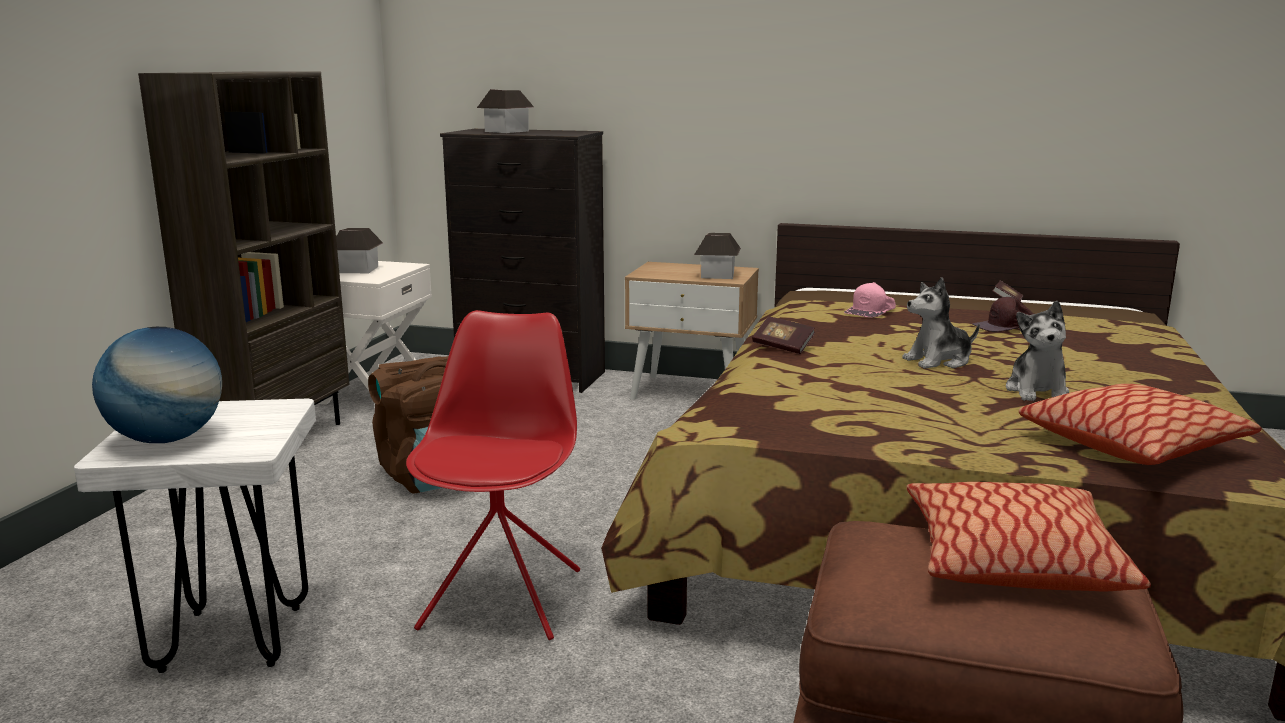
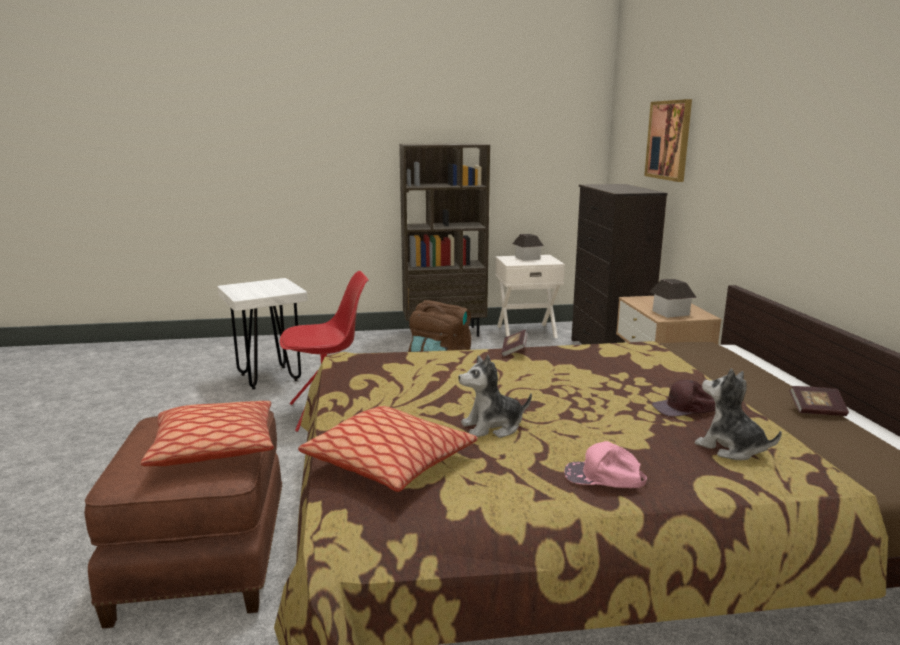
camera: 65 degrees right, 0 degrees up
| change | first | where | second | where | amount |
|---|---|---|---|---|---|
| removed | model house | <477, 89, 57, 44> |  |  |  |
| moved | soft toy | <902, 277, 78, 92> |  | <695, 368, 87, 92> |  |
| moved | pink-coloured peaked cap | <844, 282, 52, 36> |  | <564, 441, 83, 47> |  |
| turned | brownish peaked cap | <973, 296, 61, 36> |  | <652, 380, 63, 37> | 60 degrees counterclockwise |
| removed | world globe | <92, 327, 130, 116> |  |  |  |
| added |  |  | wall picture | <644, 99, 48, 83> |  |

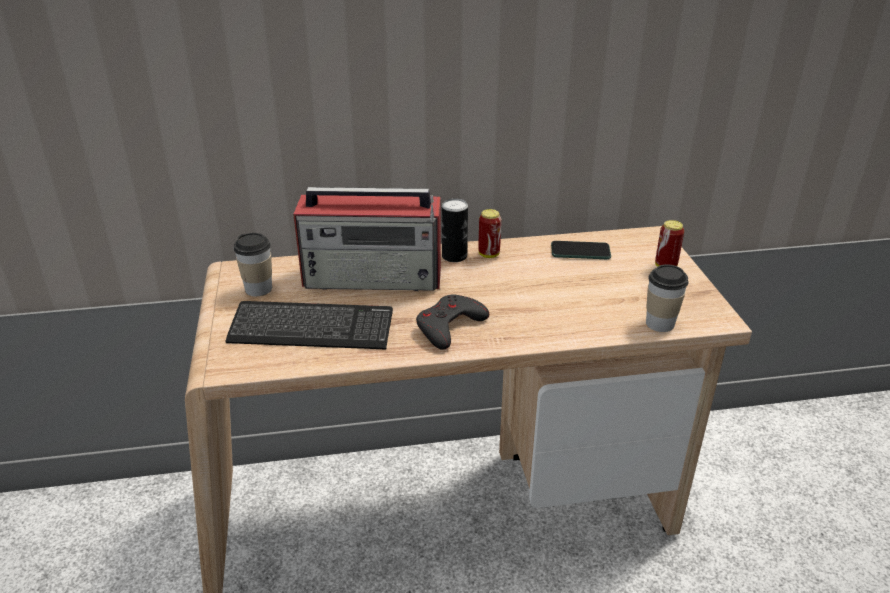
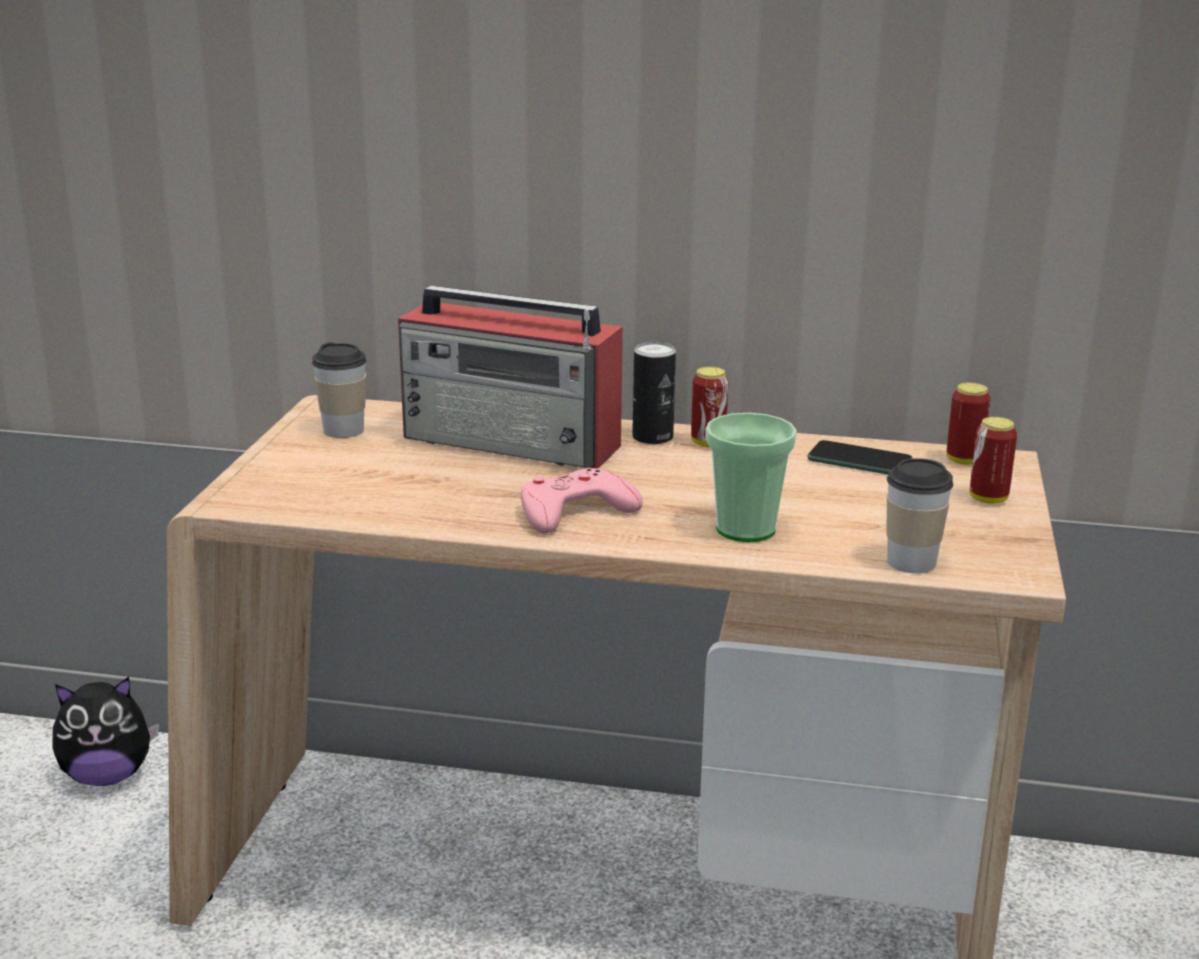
camera: 20 degrees right, 10 degrees down
| change | first | where | second | where | amount |
|---|---|---|---|---|---|
| recoloured | gray gamepad | <416, 294, 73, 56> | pink-coloured gamepad | <521, 468, 122, 65> |  |
| removed | keyboard | <225, 301, 168, 48> |  |  |  |
| added |  |  | can | <947, 383, 44, 82> |  |
| added |  |  | drinking cup | <705, 413, 92, 129> |  |
| added |  |  | soft toy | <52, 677, 107, 109> |  |

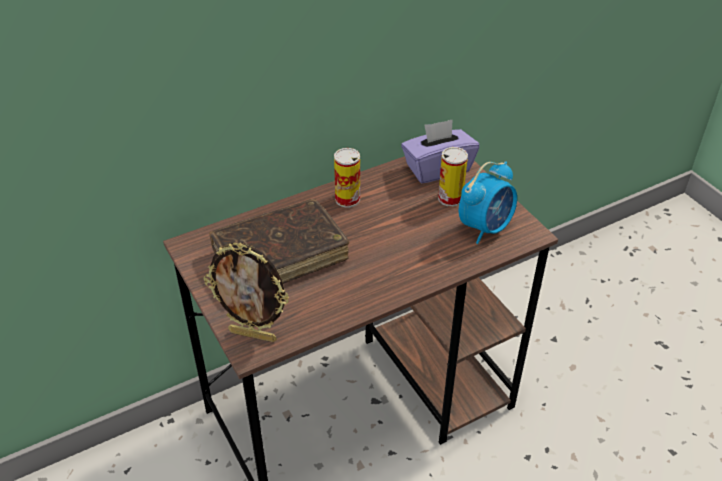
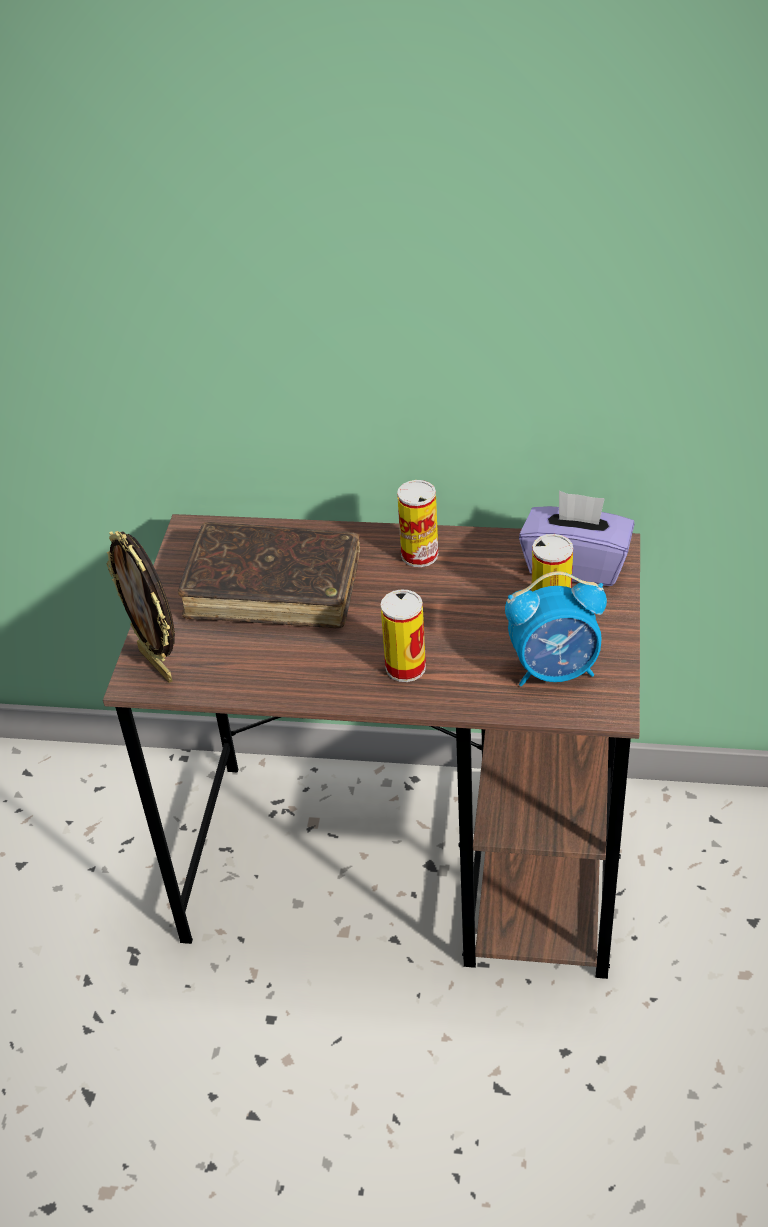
camera: 40 degrees right, 0 degrees up
| change | first | where | second | where | amount |
|---|---|---|---|---|---|
| added |  |  | can | <380, 589, 46, 93> |  |

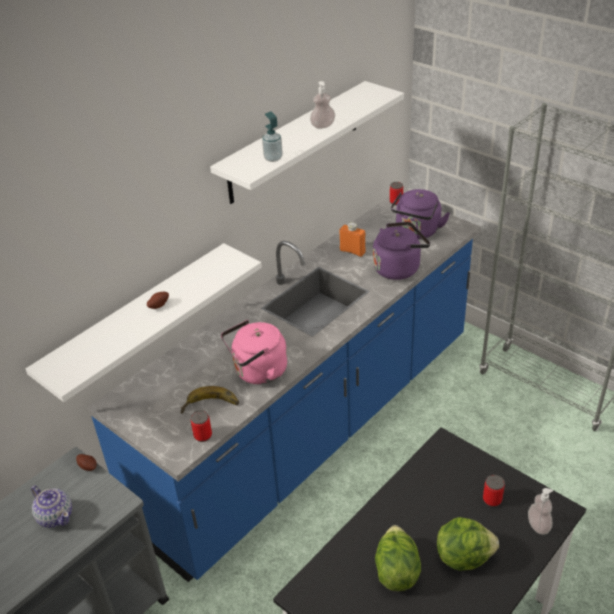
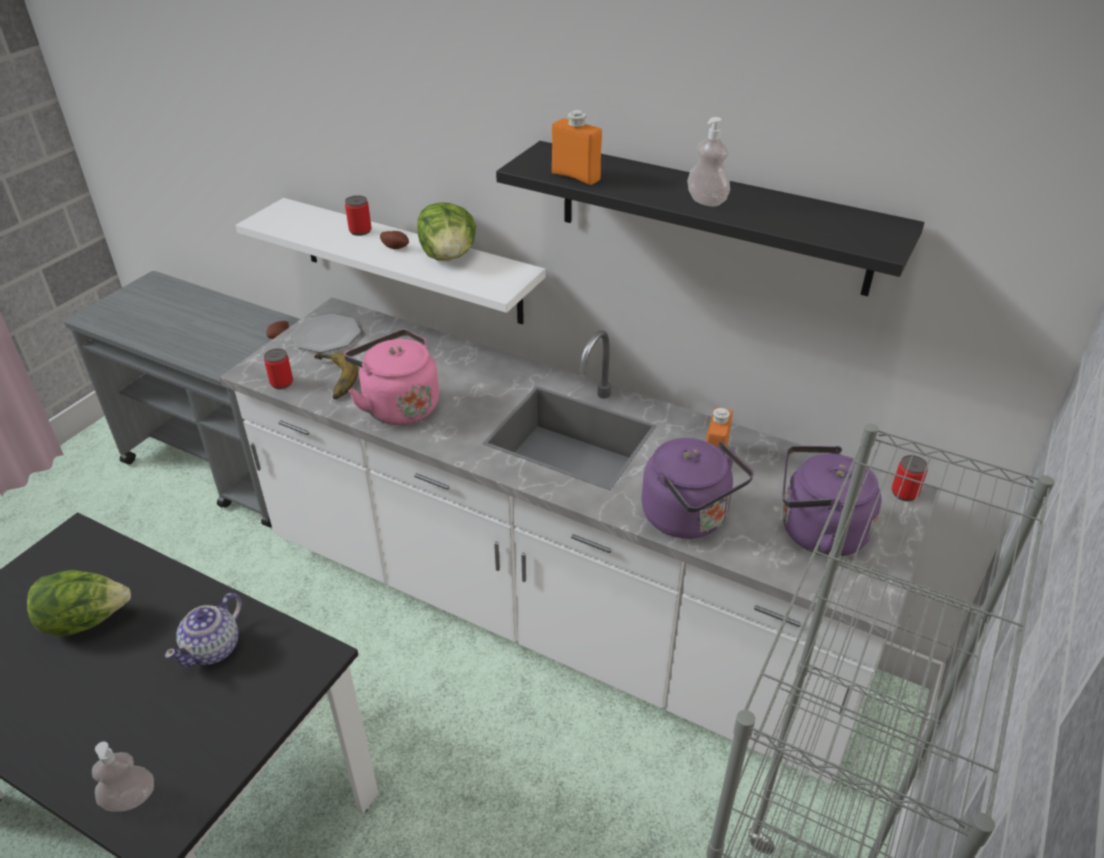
camera: 75 degrees right, 0 degrees up
| change | first | where | second | where | amount |
|---|---|---|---|---|---|
| recoloured | white-coloured wall shelf | <210, 81, 194, 123> | black-coloured wall shelf | <496, 141, 428, 155> |  |
| replaced | soap bottle | <262, 111, 21, 51> | orange-coloured beverage bottle | <552, 110, 50, 75> |  |
| recoloured | blue kitchen base unit | <87, 196, 394, 386> | white-coloured kitchen base unit | <219, 297, 719, 488> |  |
| moved | can | <483, 474, 22, 33> |  | <345, 195, 26, 41> |  |
| moved | tea pot | <31, 485, 41, 43> |  | <165, 593, 77, 74> |  |
| moved | lettuce head | <437, 517, 62, 54> |  | <417, 202, 59, 59> |  |
| added |  |  | dinner plate | <291, 314, 70, 39> |  |

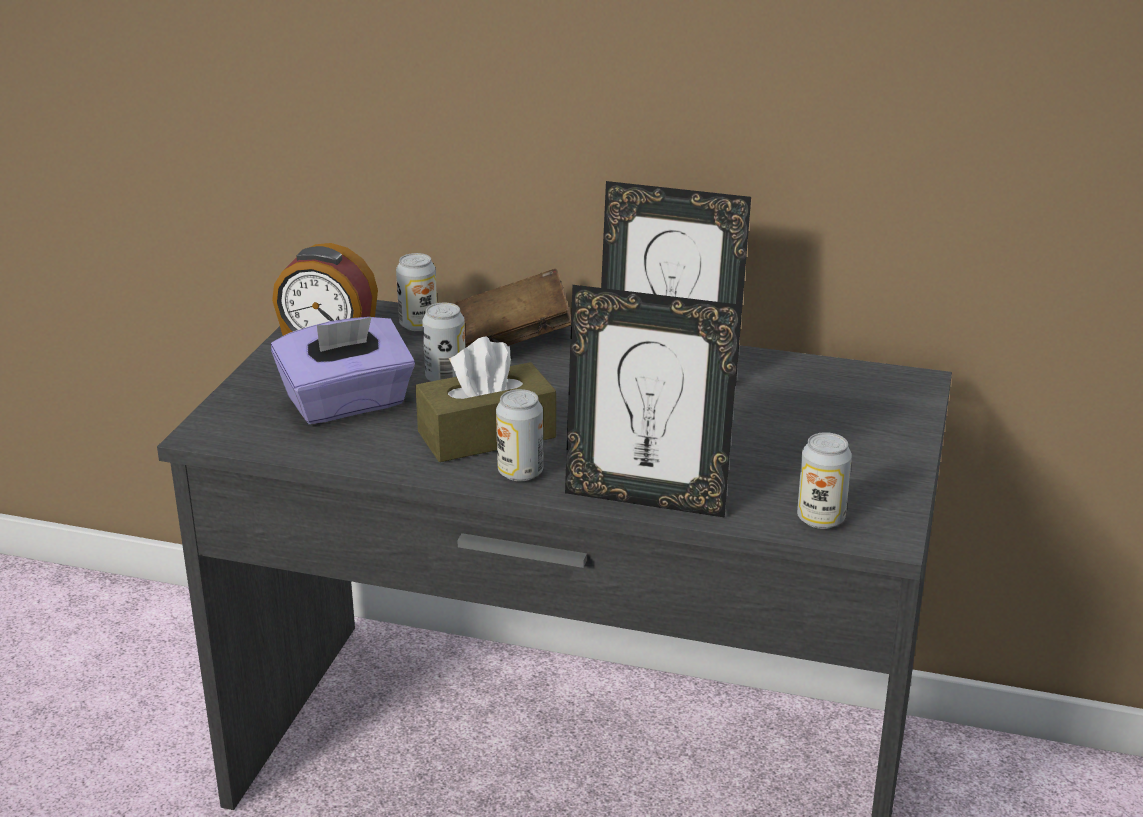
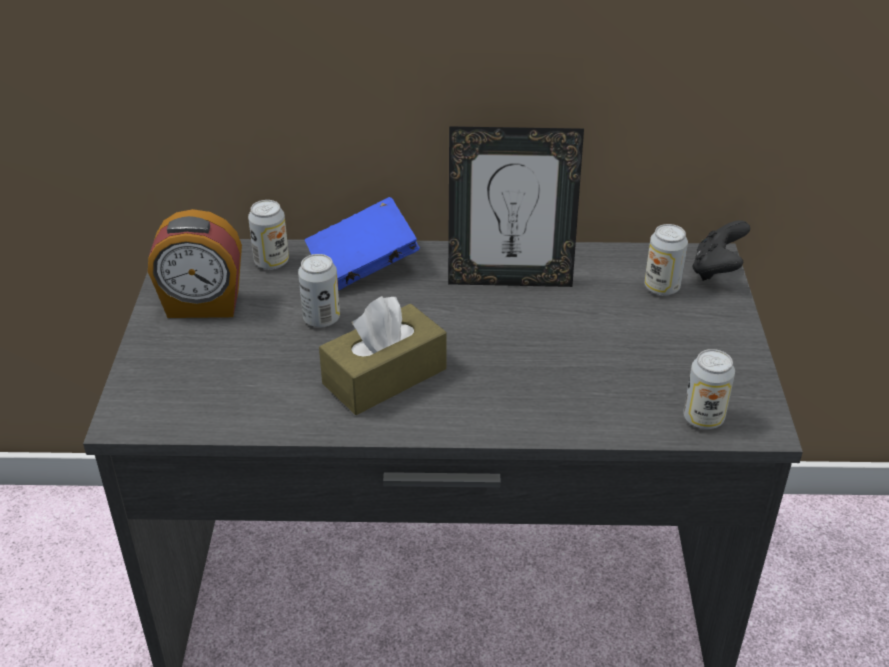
camera: 15 degrees left, 10 degrees up
| change | first | where | second | where | amount |
|---|---|---|---|---|---|
| recoloured | brownish volume | <455, 269, 116, 78> | blue volume | <305, 197, 115, 93> |  |
| removed | picture frame | <565, 285, 176, 233> |  |  |  |
| removed | purple tissue box | <271, 317, 144, 107> |  |  |  |
| moved | can | <496, 389, 47, 92> |  | <645, 224, 43, 72> |  |
| added |  |  | black-coloured gamepad | <693, 220, 57, 61> |  |

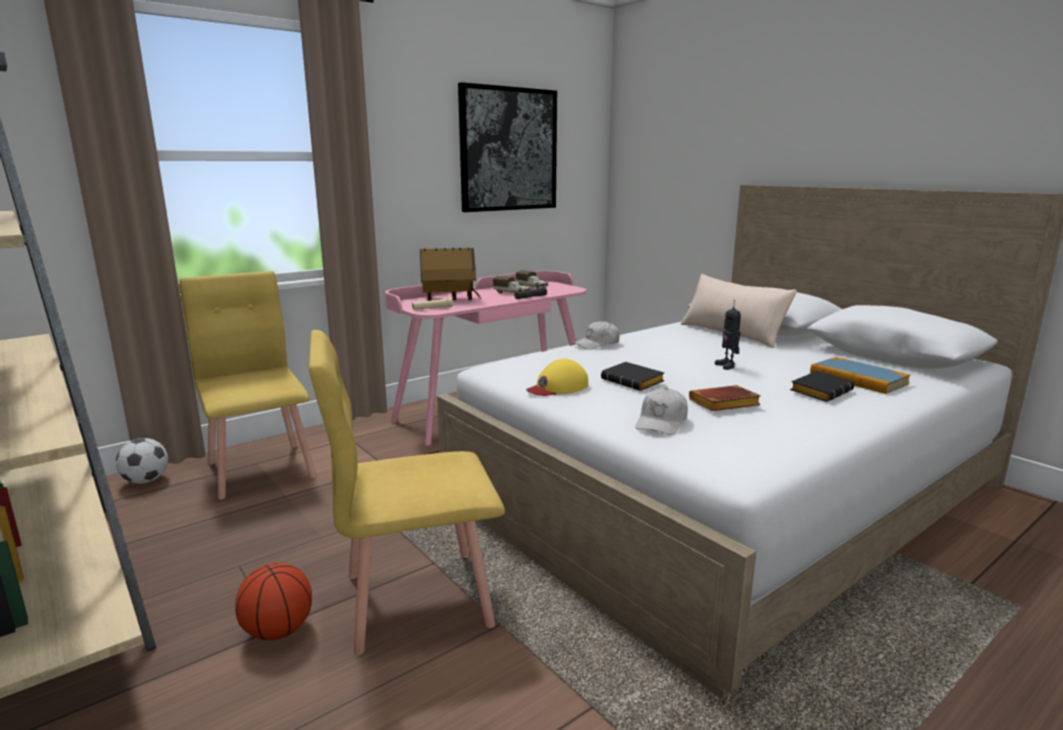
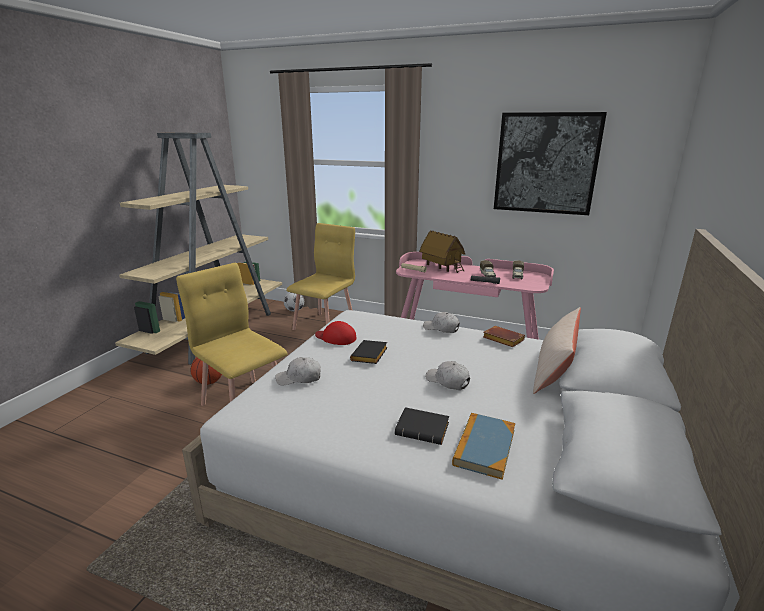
camera: 60 degrees right, 5 degrees up
| change | first | where | second | where | amount |
|---|---|---|---|---|---|
| replaced | model robot | <715, 300, 26, 70> | white-coloured peaked cap | <425, 361, 45, 29> |  |
| recoloured | yellow peaked cap | <526, 359, 62, 37> | red-coloured peaked cap | <315, 321, 41, 24> |  |
| moved | brownish volume | <689, 385, 72, 26> |  | <483, 326, 42, 21> |  |

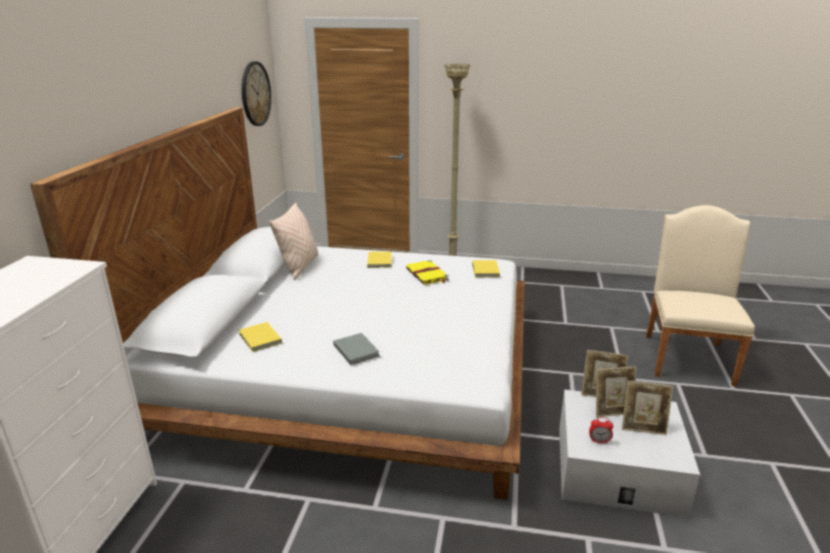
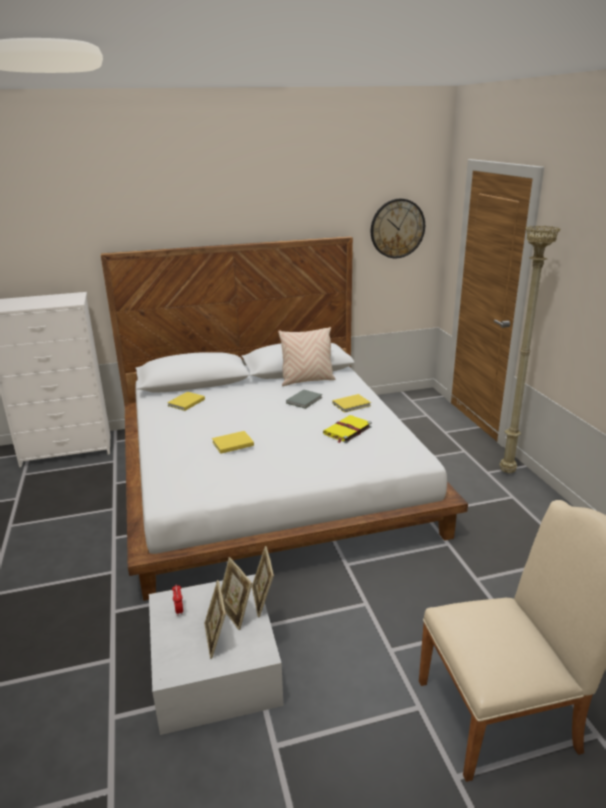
camera: 65 degrees right, 0 degrees up
| change | first | where | second | where | amount |
|---|---|---|---|---|---|
| moved | yellow volume | <472, 260, 28, 17> |  | <212, 431, 42, 23> |  |
| moved | gray volume | <333, 333, 47, 32> |  | <286, 389, 36, 20> |  |

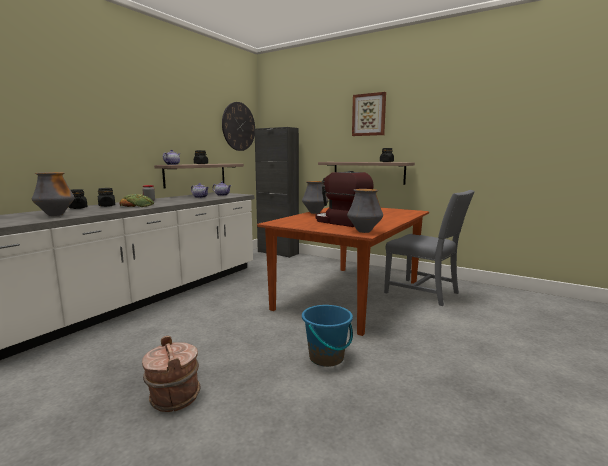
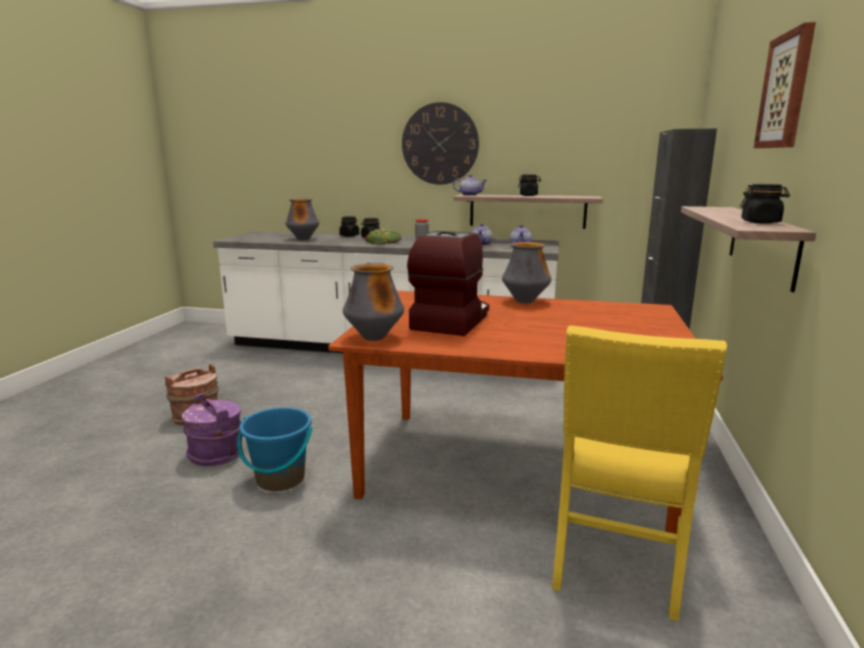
camera: 70 degrees right, 5 degrees up
| change | first | where | second | where | amount |
|---|---|---|---|---|---|
| moved | clock on the wall | <222, 102, 33, 49> |  | <402, 102, 77, 83> |  |
| recoloured | gray upright chair | <384, 190, 91, 116> | yellow upright chair | <552, 325, 175, 296> |  |
| added |  |  | purple bucket | <182, 393, 60, 73> |  |

